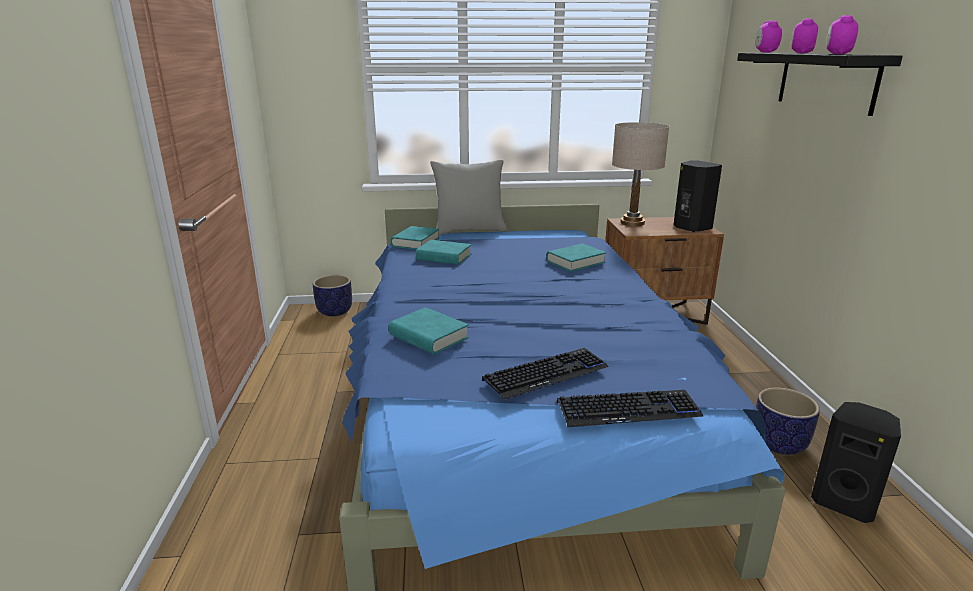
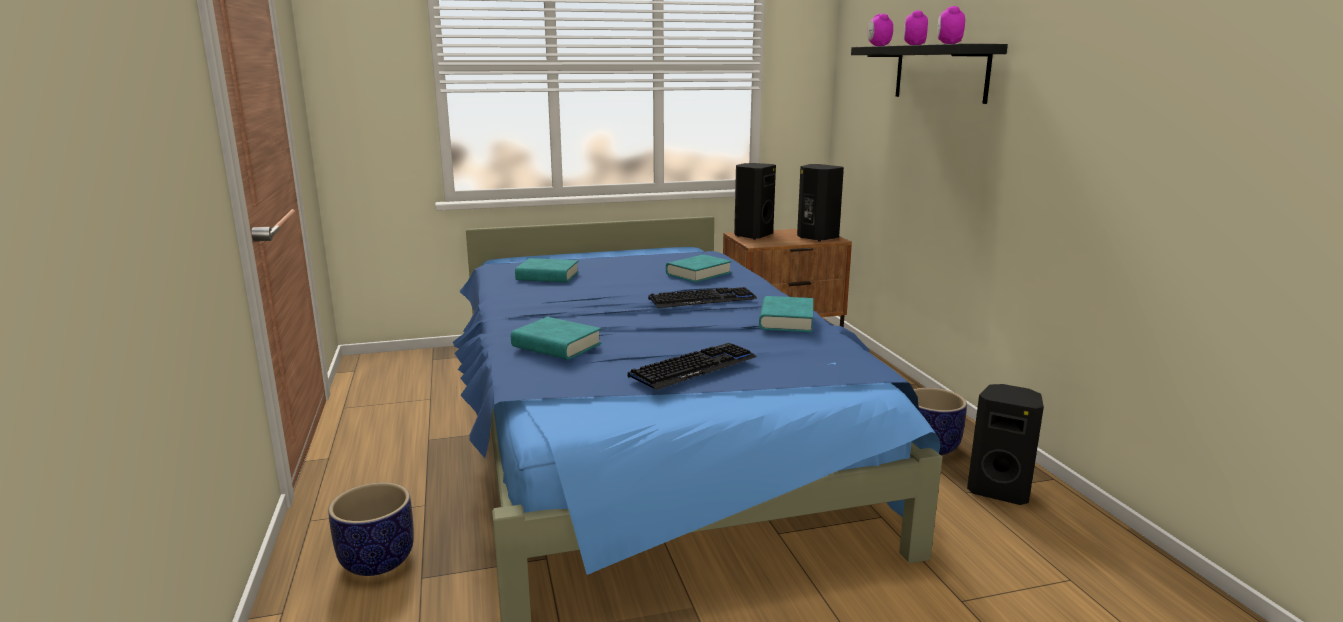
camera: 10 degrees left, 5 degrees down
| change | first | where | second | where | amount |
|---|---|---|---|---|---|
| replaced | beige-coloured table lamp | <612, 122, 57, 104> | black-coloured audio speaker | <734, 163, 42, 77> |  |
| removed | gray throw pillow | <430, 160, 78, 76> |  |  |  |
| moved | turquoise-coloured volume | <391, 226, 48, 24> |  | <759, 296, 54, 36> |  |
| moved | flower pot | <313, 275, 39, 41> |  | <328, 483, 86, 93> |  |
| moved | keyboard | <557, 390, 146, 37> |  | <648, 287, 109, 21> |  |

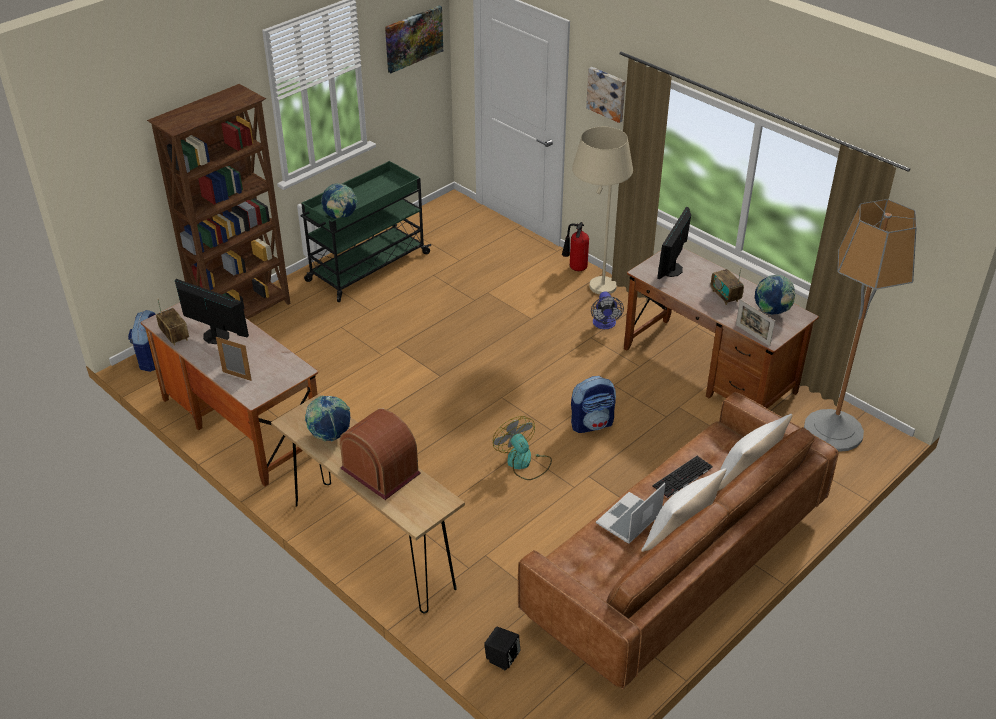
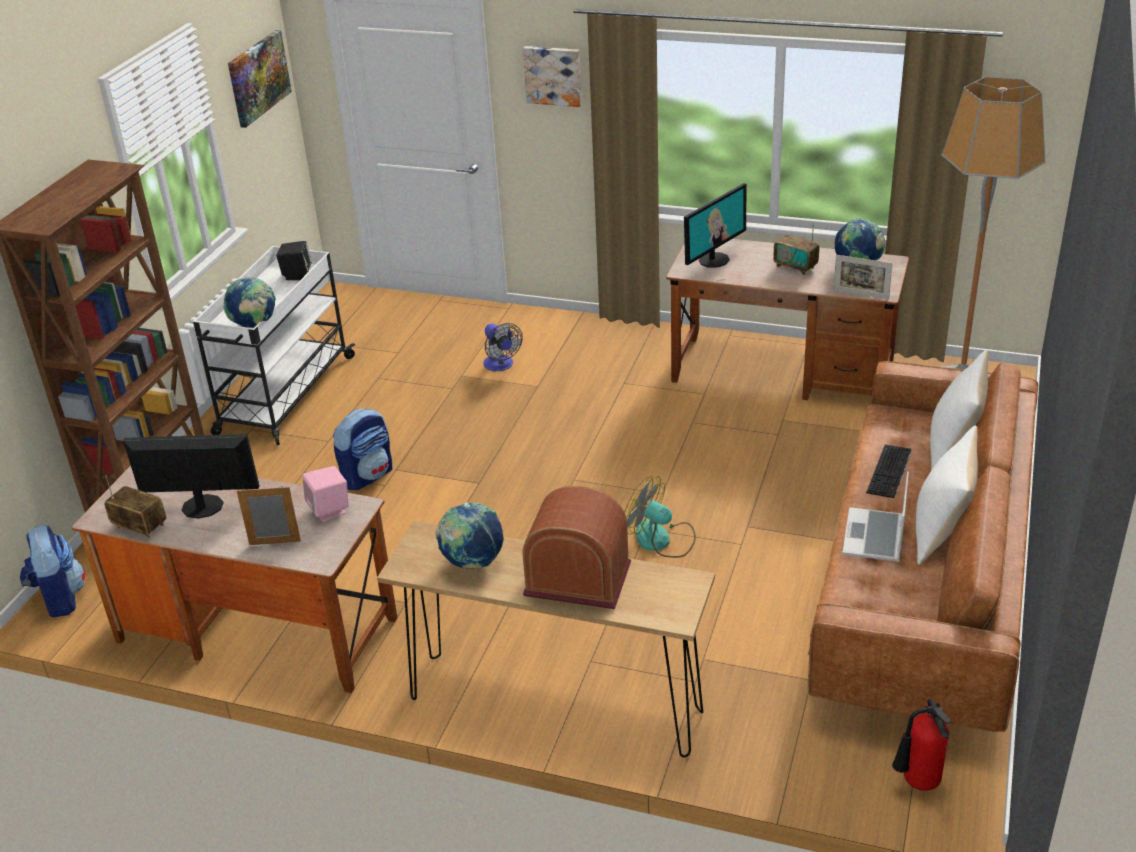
camera: 25 degrees left, 5 degrees down
| change | first | where | second | where | amount |
|---|---|---|---|---|---|
| removed | beige-coloured standing lamp | <572, 127, 61, 168> |  |  |  |
| recoloured | green trolley | <301, 161, 130, 141> | white-coloured trolley | <193, 246, 162, 199> |  |
| turned | monitor | <657, 207, 34, 72> |  | <684, 183, 62, 85> | 135 degrees counterclockwise |
| moved | fire extinguisher | <562, 222, 27, 49> |  | <892, 699, 59, 92> |  |
| moved | fan | <591, 292, 33, 37> |  | <483, 323, 40, 48> |  |
| moved | knapsack | <571, 376, 45, 57> |  | <333, 408, 59, 82> |  |
| moved | black-coloured audio speaker | <484, 627, 37, 43> |  | <276, 241, 36, 39> |  |
| added |  |  | pink-coloured audio speaker | <302, 466, 47, 56> |  |

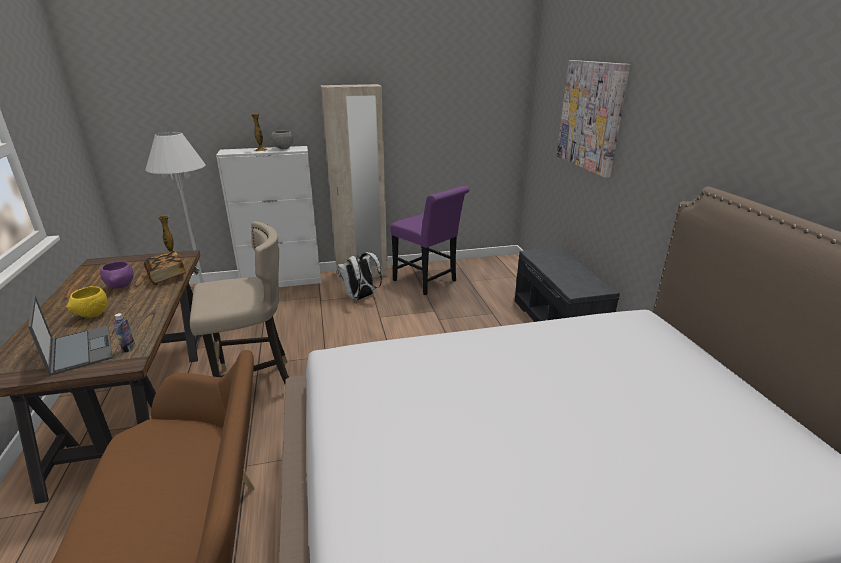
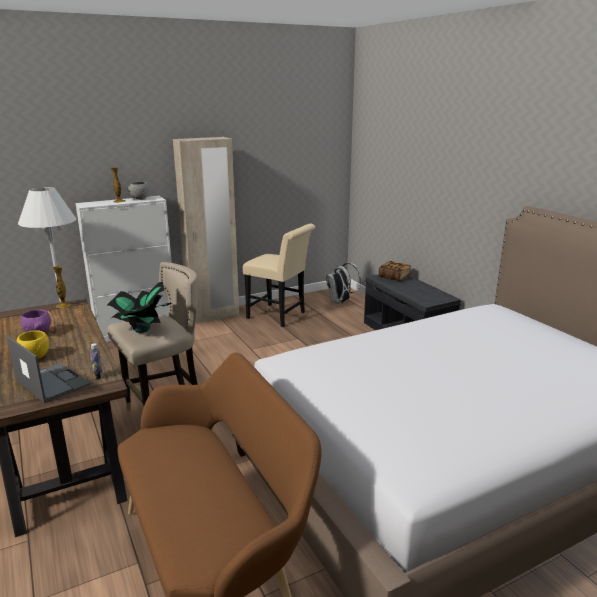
camera: 15 degrees left, 5 degrees down
| change | first | where | second | where | amount |
|---|---|---|---|---|---|
| removed | wall picture | <557, 60, 73, 118> |  |  |  |
| recoloured | purple upright chair | <390, 186, 79, 109> | beige-coloured upright chair | <243, 224, 72, 103> |  |
| moved | volume | <144, 251, 42, 34> |  | <379, 261, 32, 20> |  |
| moved | white-coloured knapsack | <337, 252, 45, 49> |  | <326, 263, 35, 41> |  |
| added |  |  | potted plant | <107, 281, 65, 52> |  |

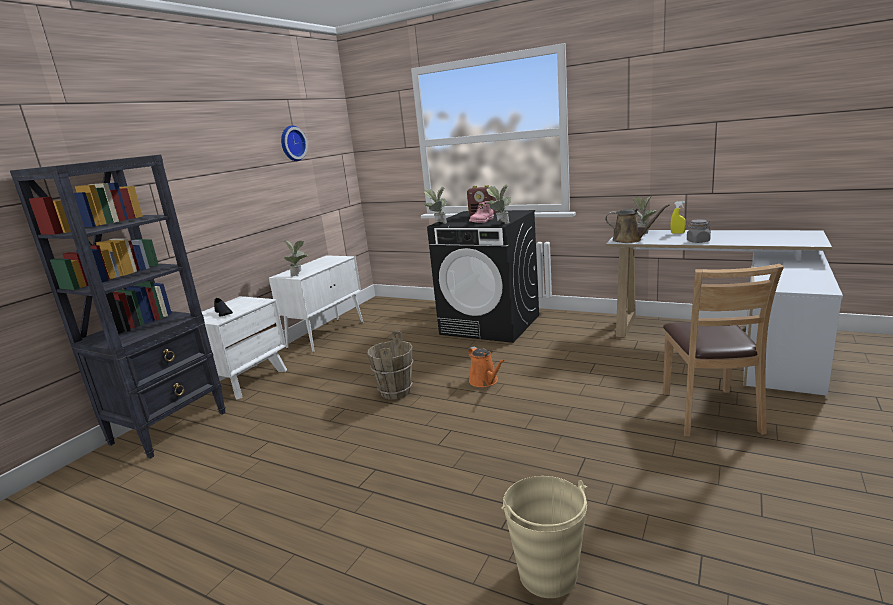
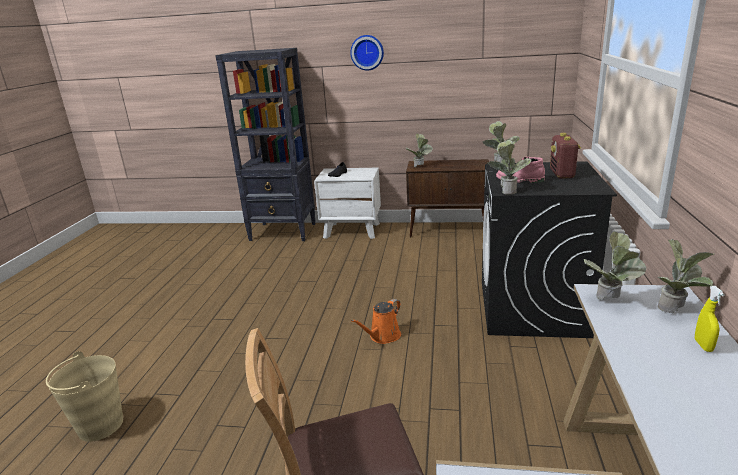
camera: 70 degrees right, 5 degrees up
| change | first | where | second | where | amount |
|---|---|---|---|---|---|
| moved | clock on the wall | <281, 125, 27, 36> |  | <350, 35, 34, 36> |  |
| replaced | brownish watering pot | <605, 204, 65, 39> | potted plant | <584, 231, 62, 69> |  |
| removed | gray preserve jar | <686, 219, 25, 24> |  |  |  |
| recoloured | white-coloured storage cabinet | <269, 255, 94, 97> | brownish storage cabinet | <406, 159, 83, 78> |  |
| removed | brownish bucket | <367, 331, 47, 69> |  |  |  |

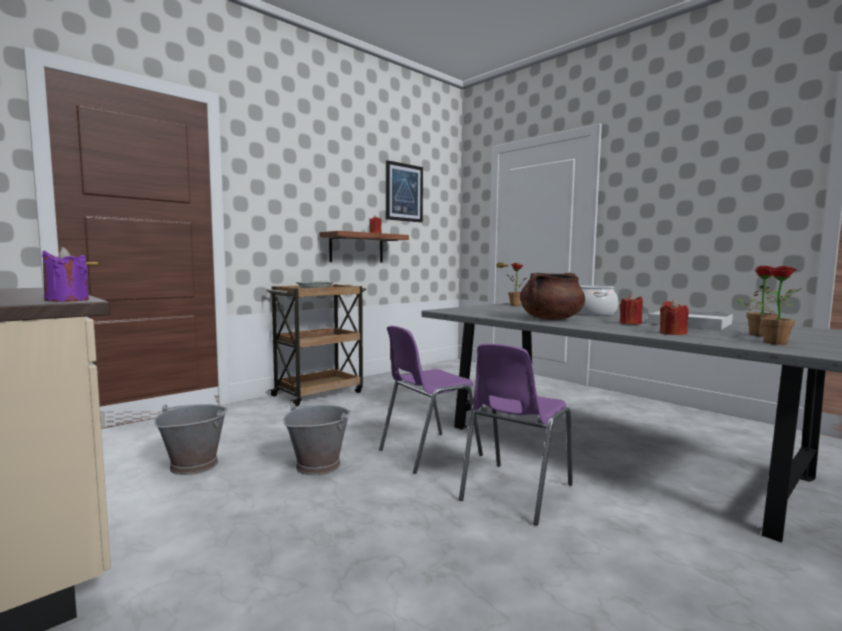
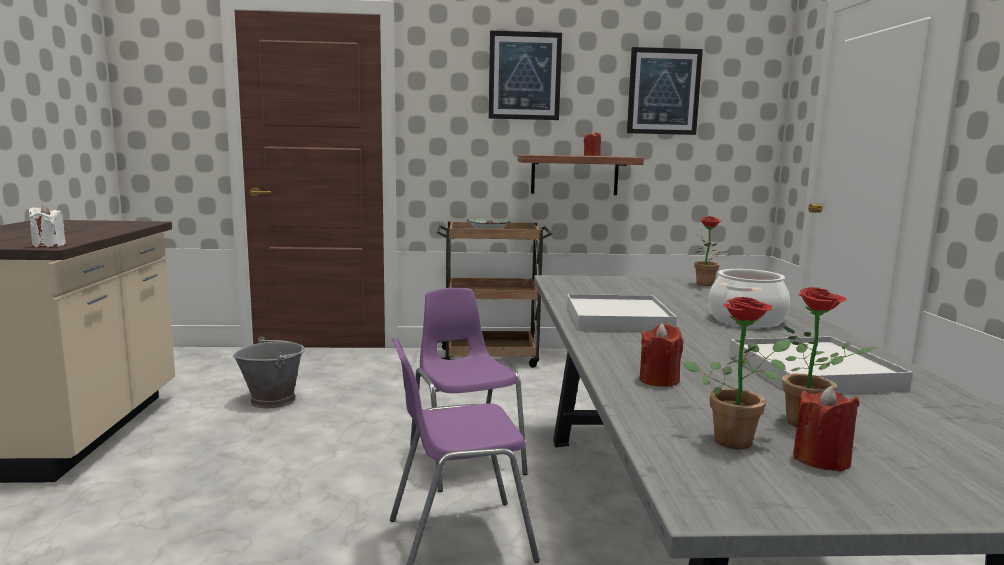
camera: 40 degrees right, 5 degrees up
| change | first | where | second | where | amount |
|---|---|---|---|---|---|
| recoloured | purple wax candle | <42, 247, 47, 55> | white-coloured wax candle | <29, 205, 37, 43> |  |
| replaced | brownish saucepot | <520, 273, 65, 47> | white-coloured serving tray | <567, 294, 110, 37> |  |
| moved | red-coloured wax candle | <620, 294, 23, 30> |  | <793, 385, 67, 87> |  |
| turned | purple upright chair | <379, 326, 104, 148> |  | <410, 288, 118, 204> | 60 degrees clockwise |
| removed | gray bucket | <283, 403, 68, 72> |  |  |  |
| added |  |  | wall picture | <489, 30, 73, 90> |  |

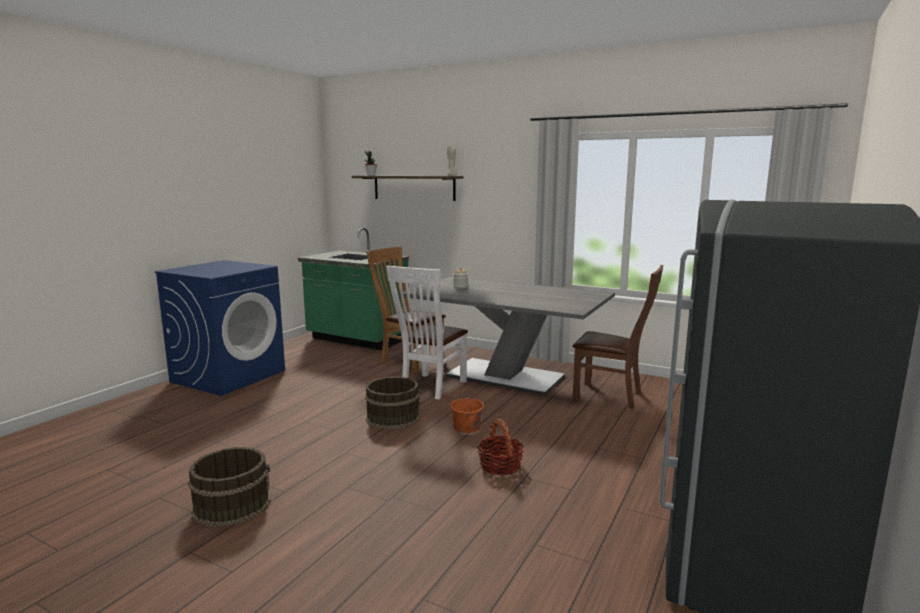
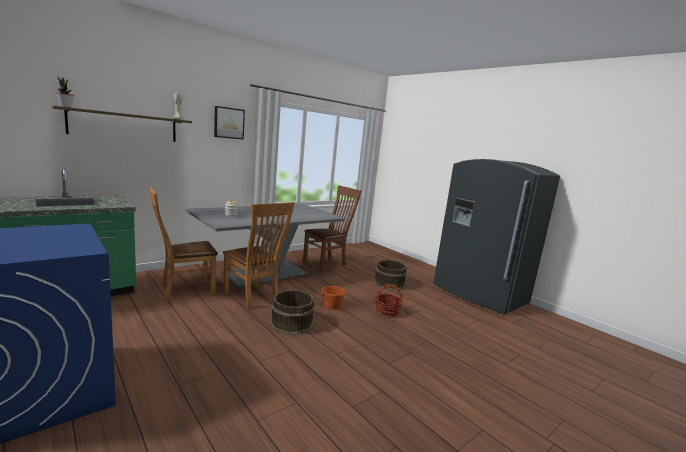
camera: 70 degrees left, 0 degrees up
| change | first | where | second | where | amount |
|---|---|---|---|---|---|
| recoloured | white-coloured upright chair | <386, 266, 82, 134> | brownish upright chair | <223, 202, 72, 108> |  |
| moved | brownish bucket | <188, 447, 82, 80> |  | <374, 260, 33, 30> |  |
| added |  |  | wall picture | <214, 106, 31, 34> |  |

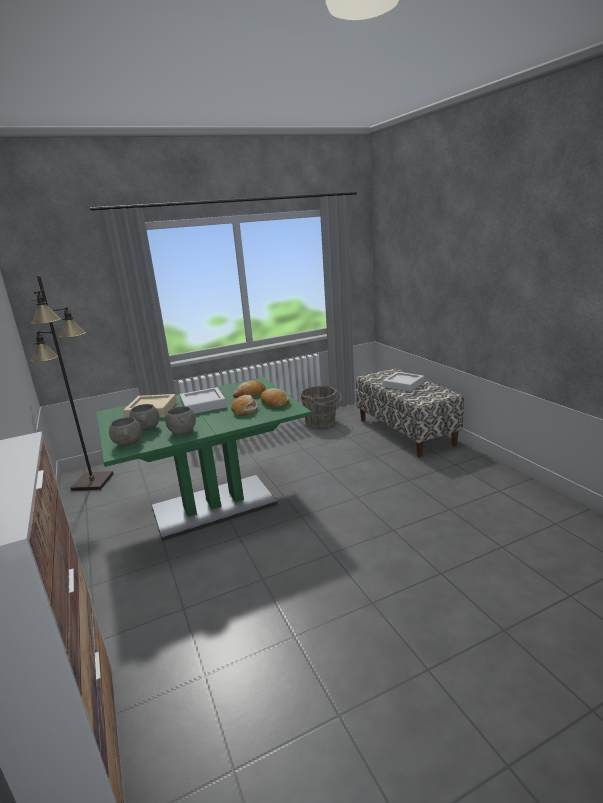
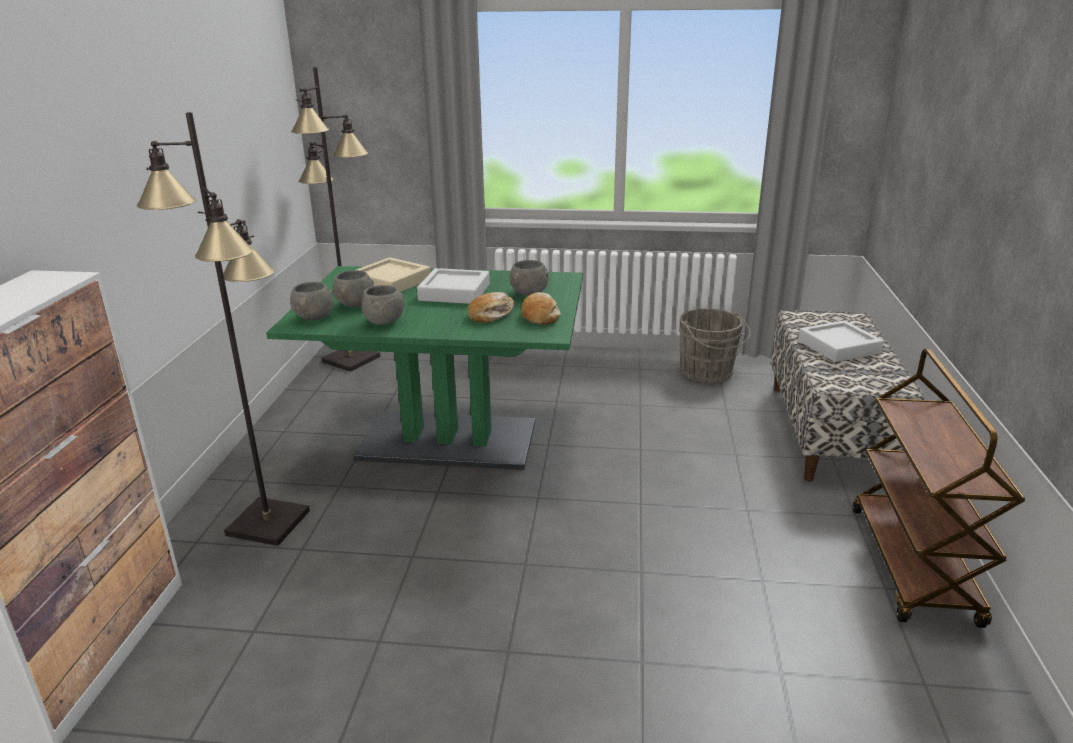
camera: 30 degrees right, 5 degrees up
| change | first | where | second | where | amount |
|---|---|---|---|---|---|
| replaced | bread | <233, 380, 33, 18> | gray bowl | <510, 260, 39, 36> |  |
| added |  |  | black-coloured standing lamp | <137, 112, 173, 434> |  |
| added |  |  | brownish trolley | <853, 349, 172, 279> |  |

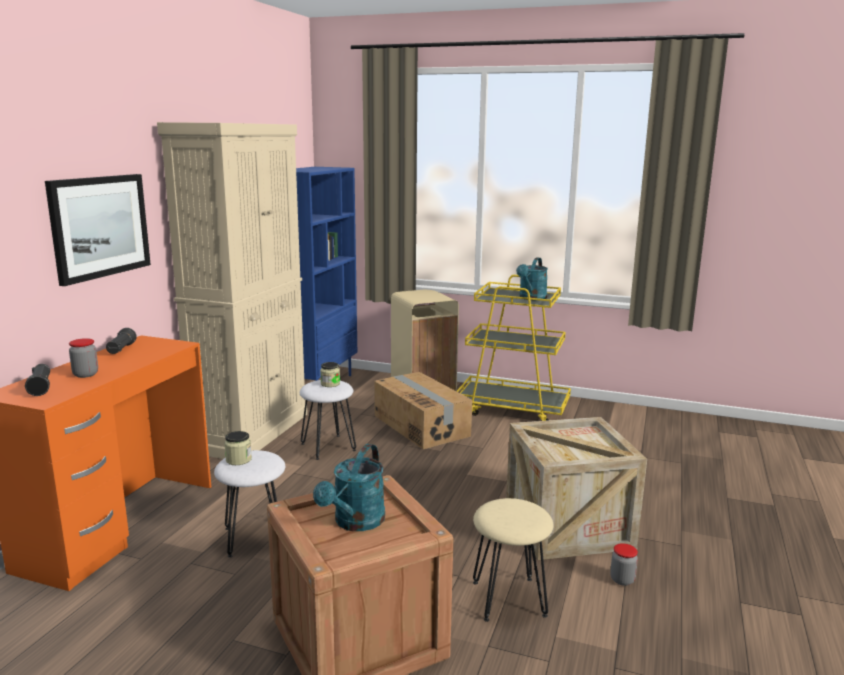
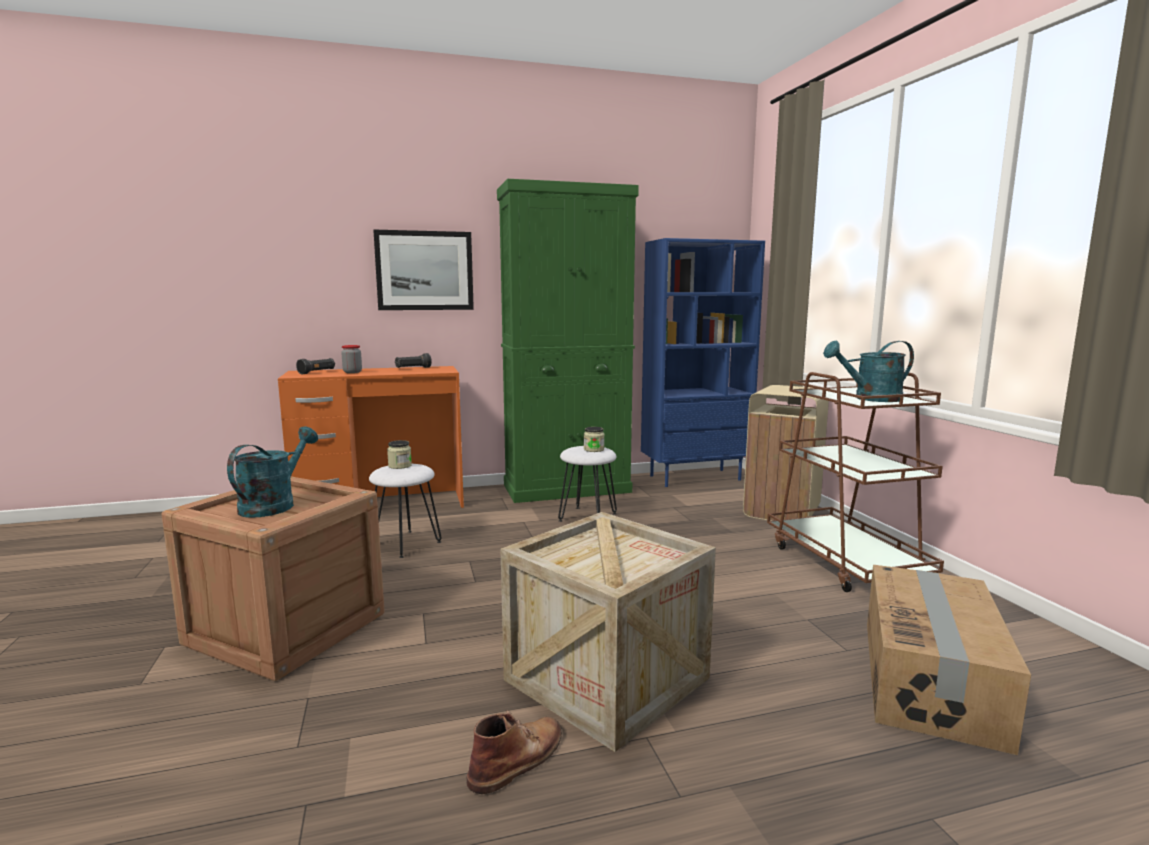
camera: 55 degrees right, 5 degrees down
| change | first | where | second | where | amount |
|---|---|---|---|---|---|
| recoloured | beige-coloured storage cabinet | <157, 122, 150, 337> | green storage cabinet | <497, 179, 142, 324> |  |
| recoloured | yellow trolley | <457, 275, 114, 146> | brownish trolley | <767, 372, 177, 220> |  |
| moved | cardboard box | <374, 372, 99, 77> |  | <867, 565, 164, 190> |  |
| turned | turquoise-coloured watering pot | <313, 444, 72, 87> |  | <227, 426, 91, 92> | 120 degrees clockwise |
| removed | beige-coloured stool seat | <473, 498, 80, 124> |  |  |  |
| replaced | preserve jar | <610, 543, 28, 43> | brownish boot | <467, 710, 95, 84> |  |

